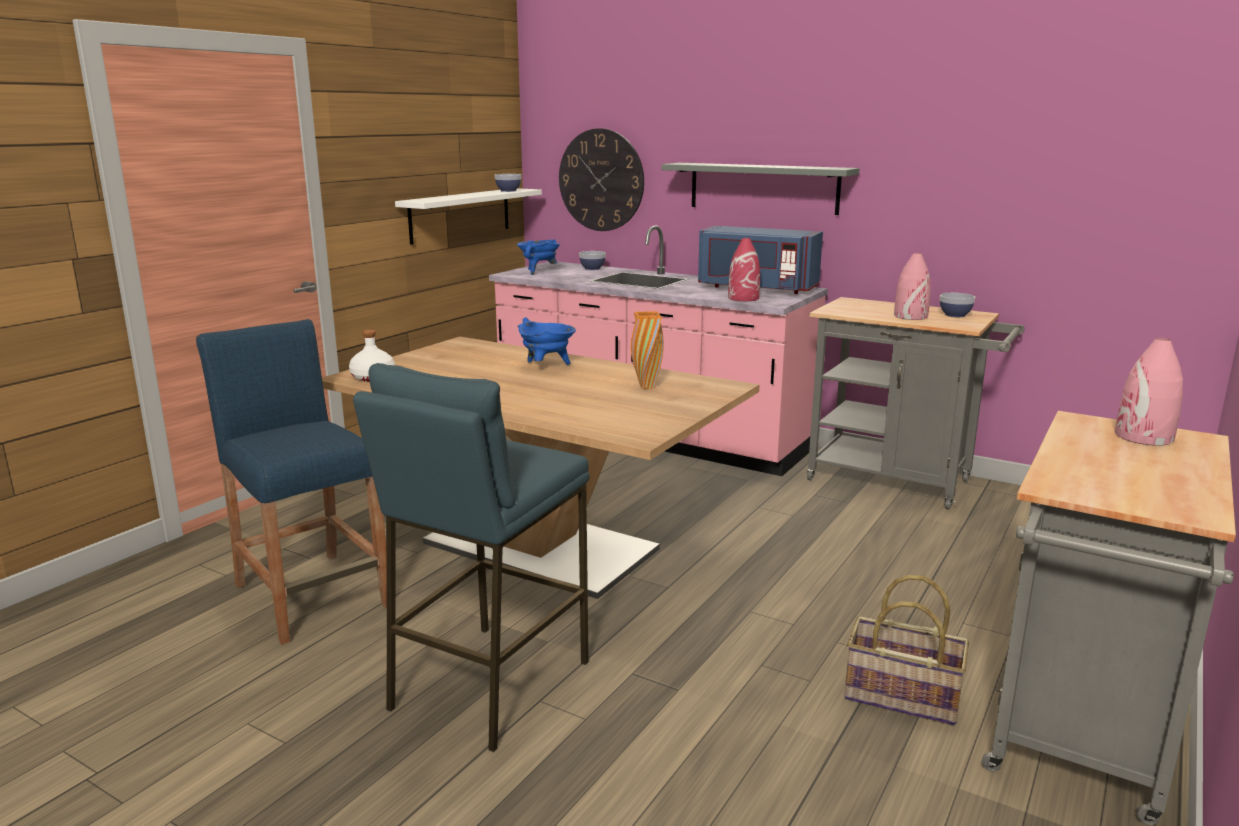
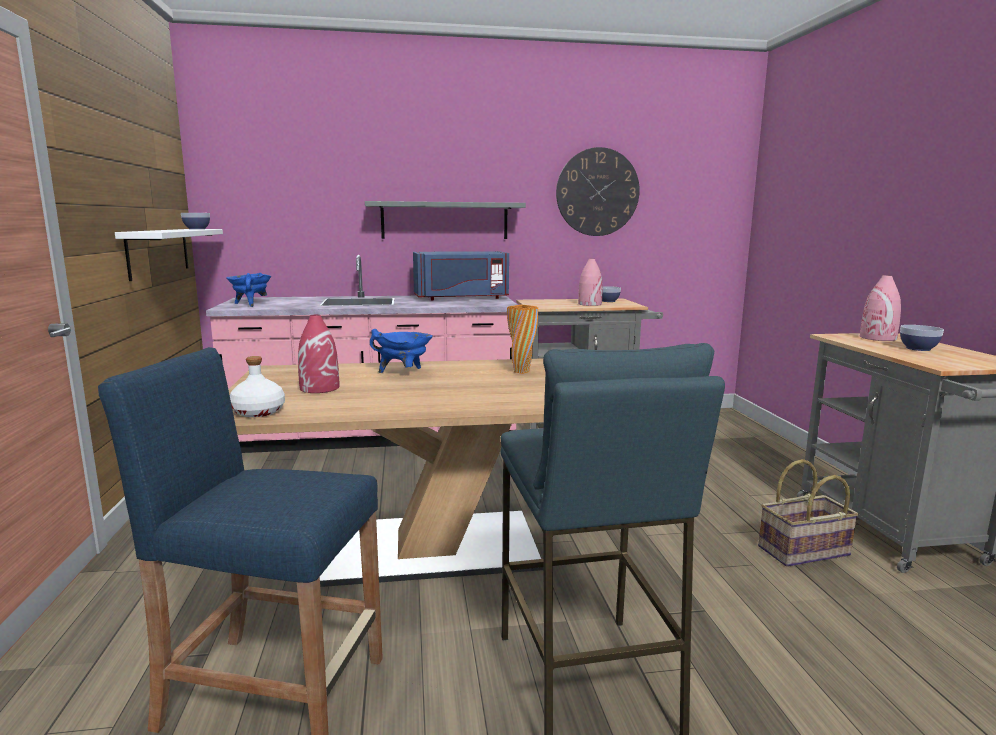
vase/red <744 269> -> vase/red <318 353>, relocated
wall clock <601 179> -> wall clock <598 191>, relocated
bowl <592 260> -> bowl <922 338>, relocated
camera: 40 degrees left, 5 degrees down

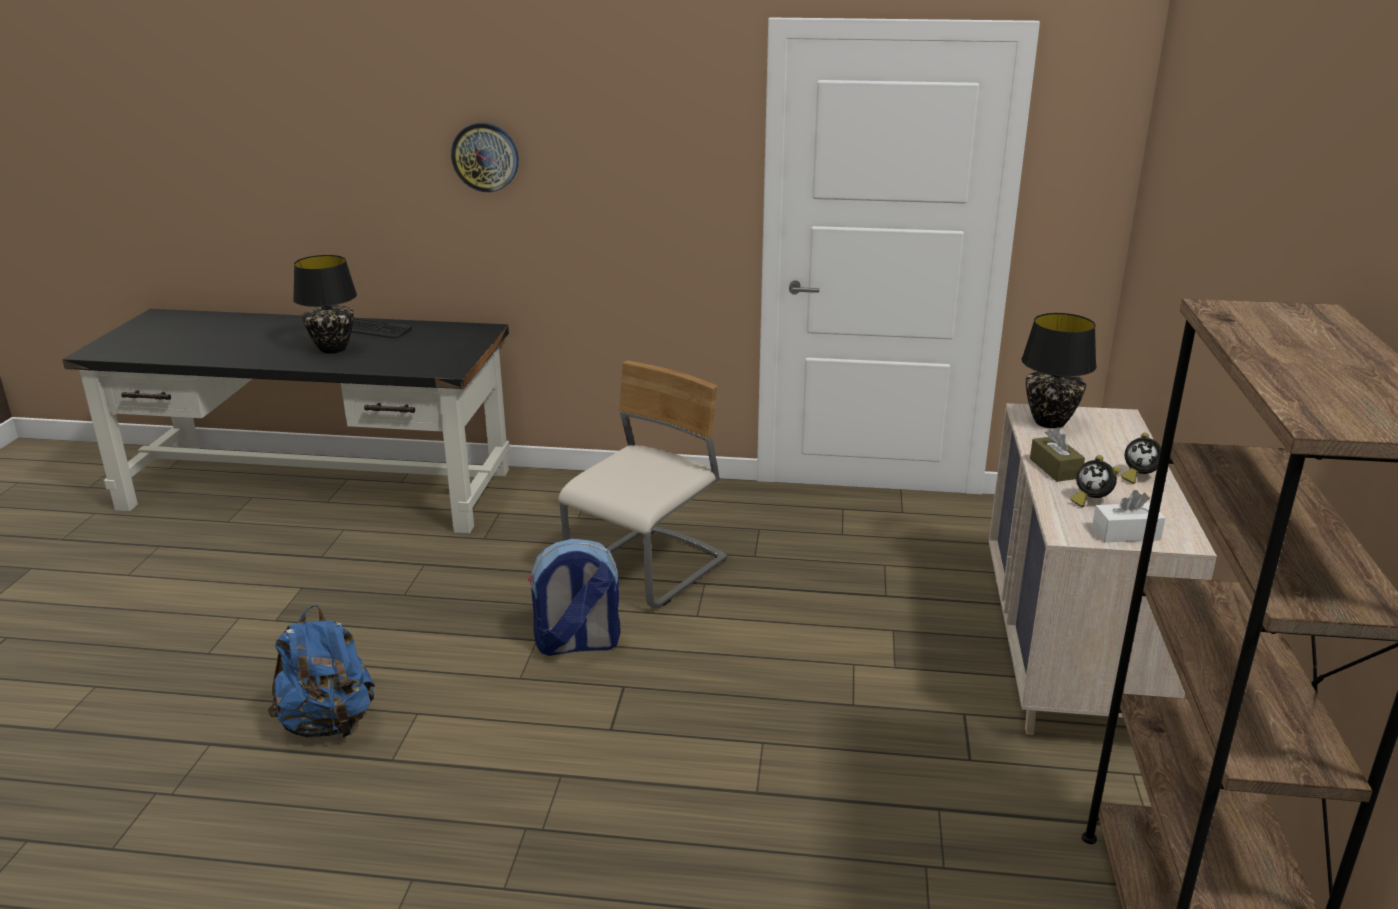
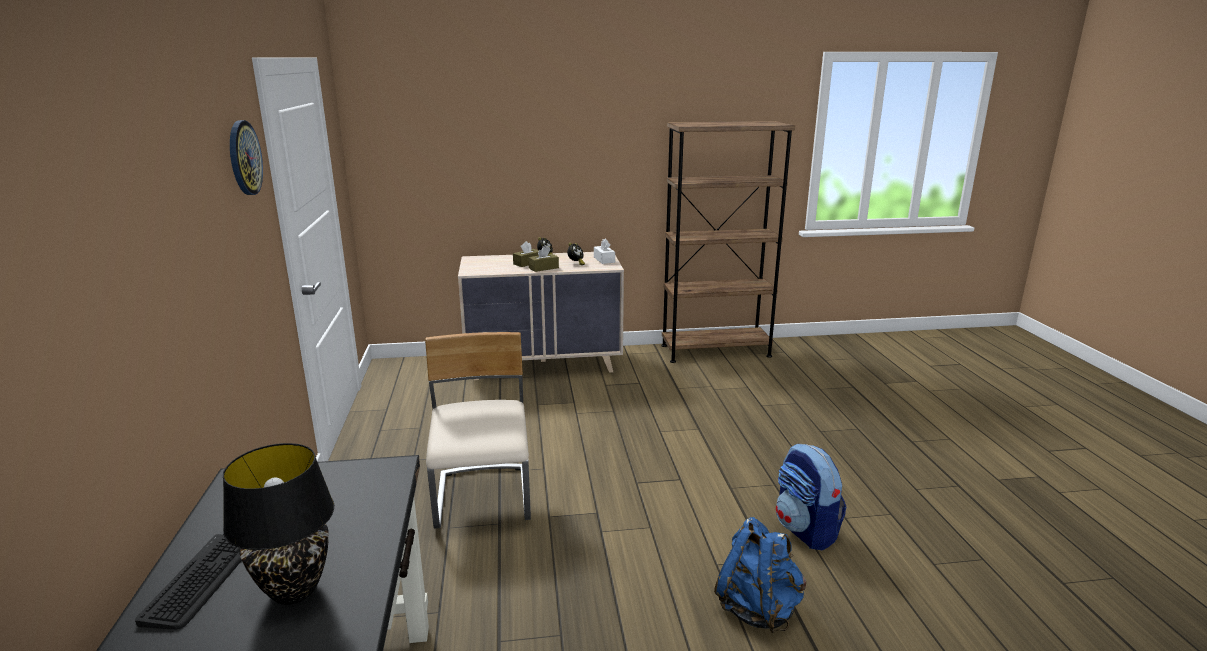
wall clock <485 157> -> wall clock <246 157>, relocated
chair/beige <643 484> -> chair/beige <478 430>, 60 degrees clockwise
none -> tissue box/brown <526 254>
backpack <574 597> -> backpack <811 497>, relocated
table lamp/black <1058 370> -> none
camera: 105 degrees left, 5 degrees down

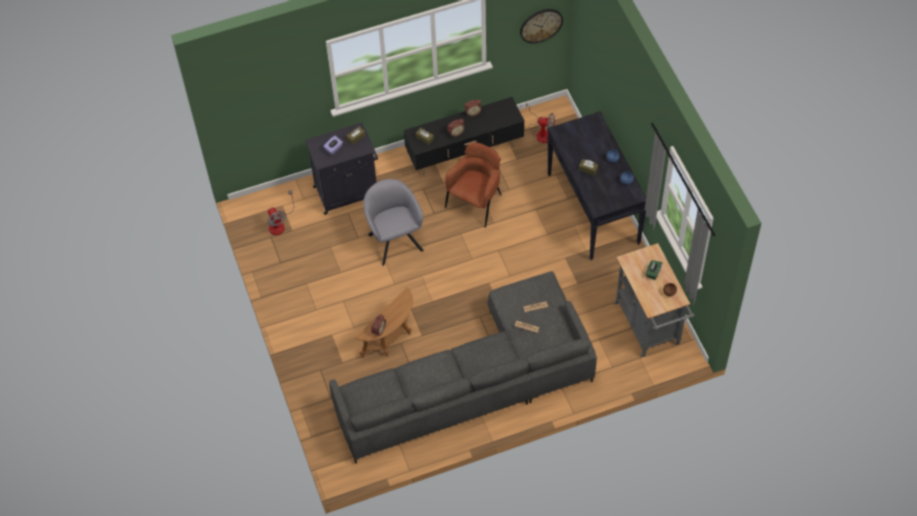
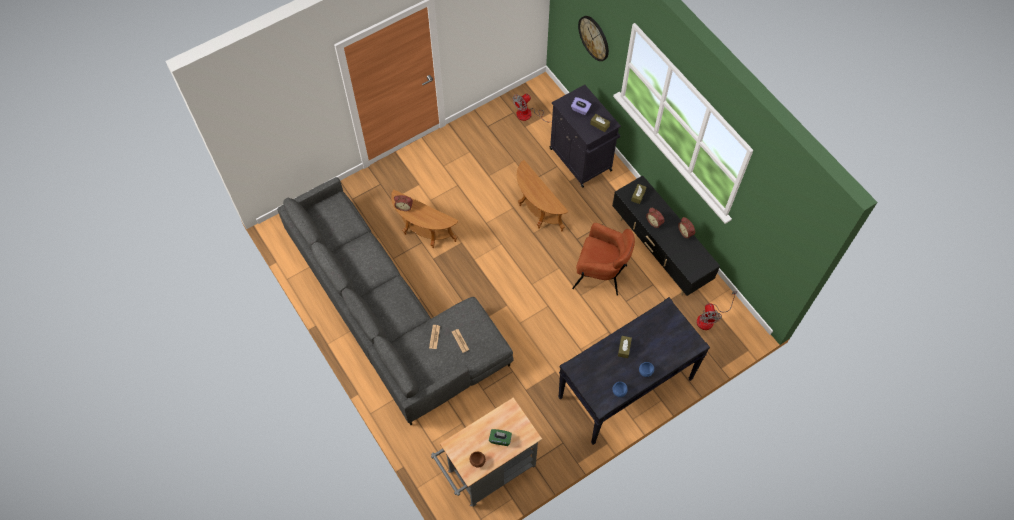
armchair/grey <393 222> -> side table/brown <543 195>
wall clock <541 26> -> wall clock <593 38>, relocated
camera: 75 degrees right, 5 degrees up

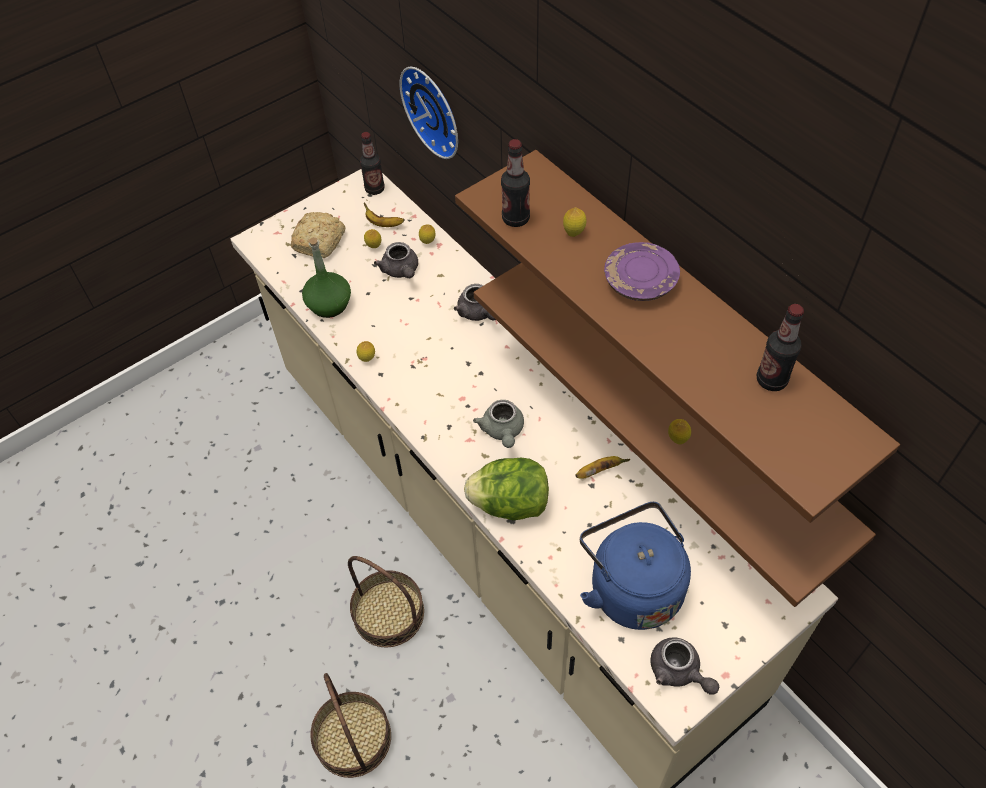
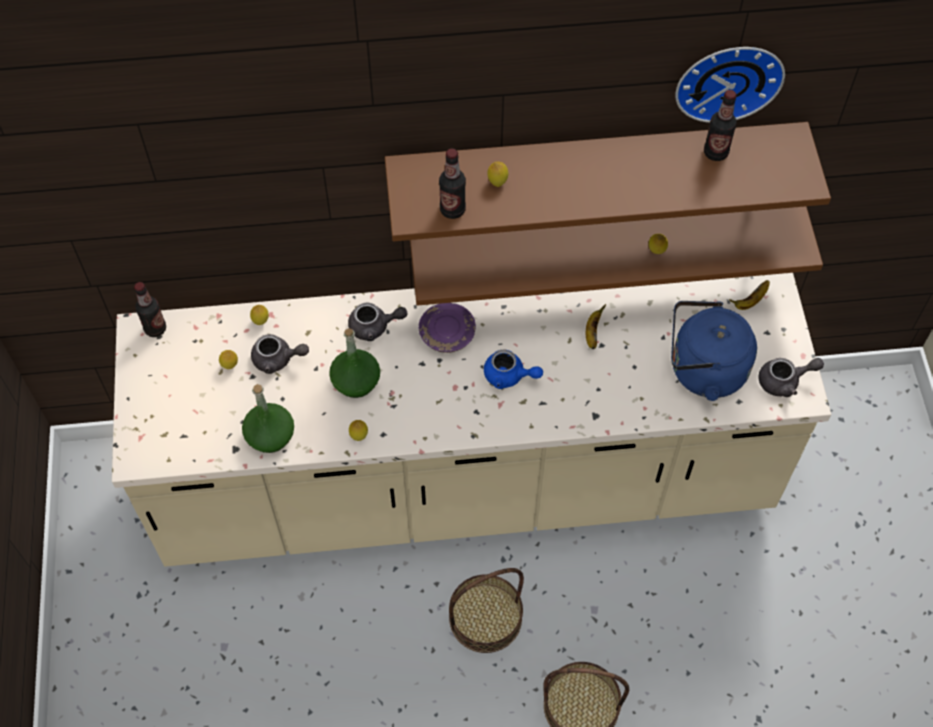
none -> bottle/green <354 363>
plate/purple <642 271> -> plate/purple <447 328>, relocated
teapot/grey <498 424> -> teapot/blue <513 369>
wall clock <428 113> -> wall clock <730 85>, relocated
banana <384 215> -> banana <749 295>, relocated
bread <318 235> -> none
lettuce <506 489> -> none
camera: 60 degrees left, 5 degrees up

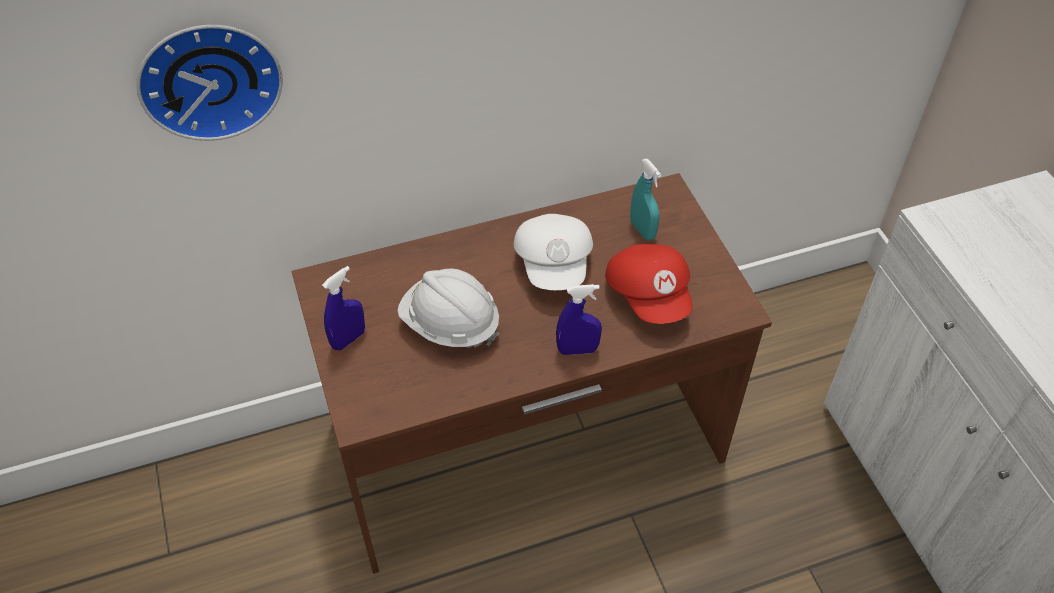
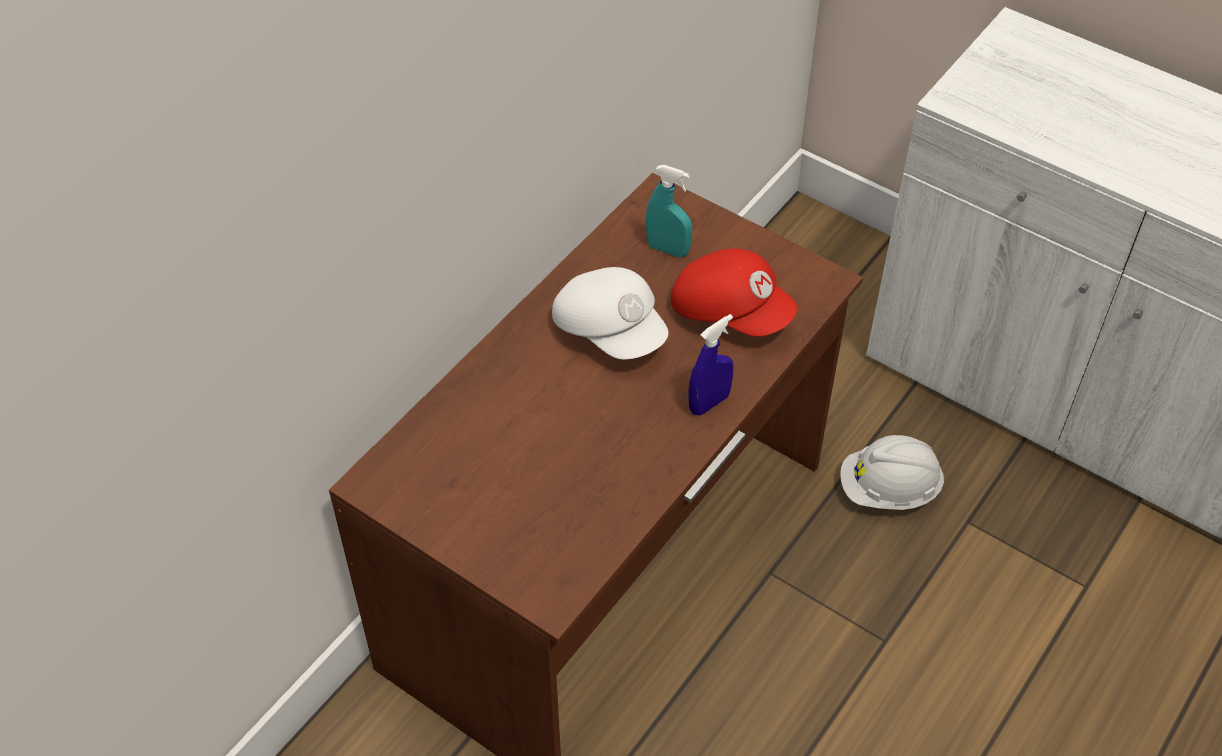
hard hat/white <448 308> -> hard hat/white <892 472>, relocated
wall clock <209 83> -> none
spray bottle/blue <343 308> -> none
camera: 35 degrees left, 0 degrees up

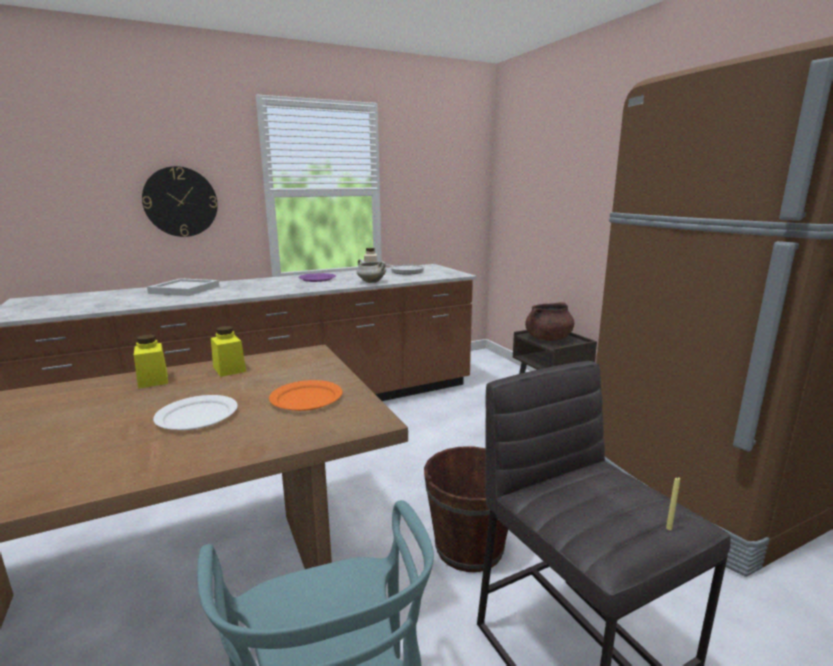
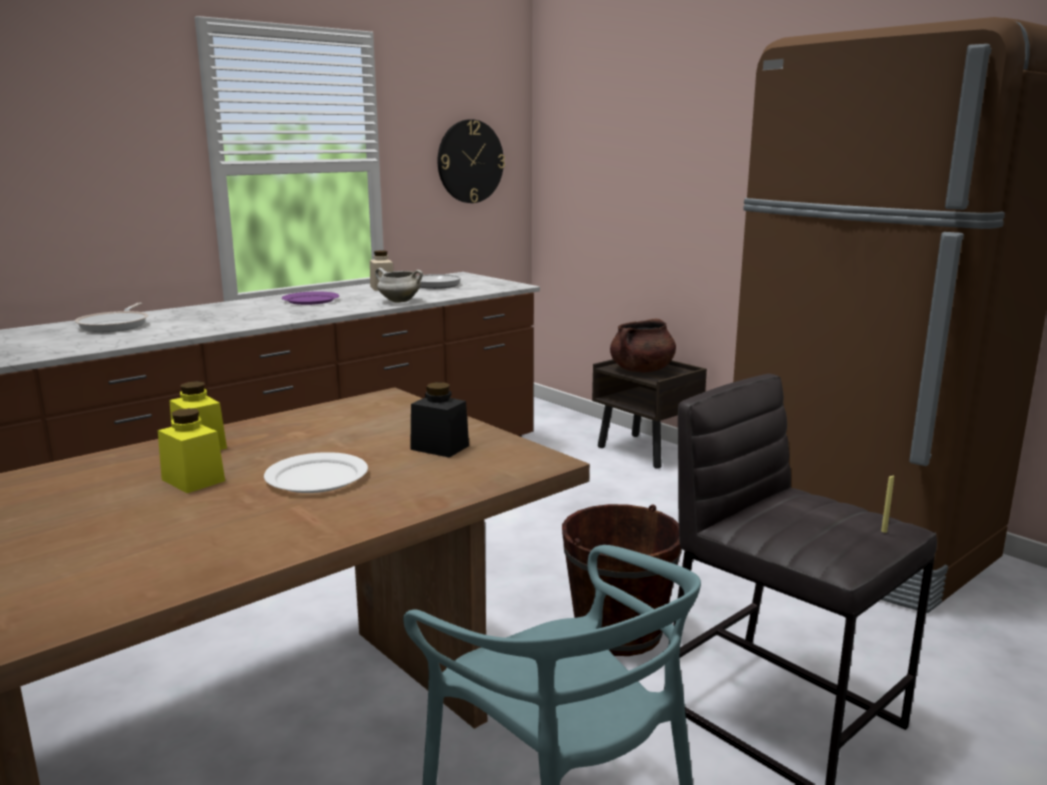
tray/white <183 287> -> frying pan <111 317>
jar/yellow <228 351> -> jar/yellow <191 450>, relocated
plate/orange <305 395> -> jar/black <439 420>
wall clock <180 201> -> wall clock <471 161>, relocated
camera: 15 degrees left, 0 degrees up

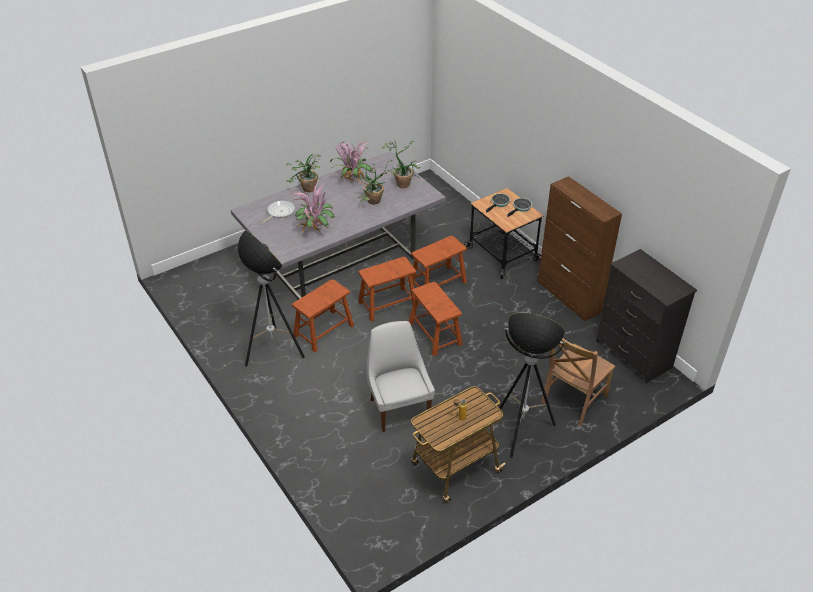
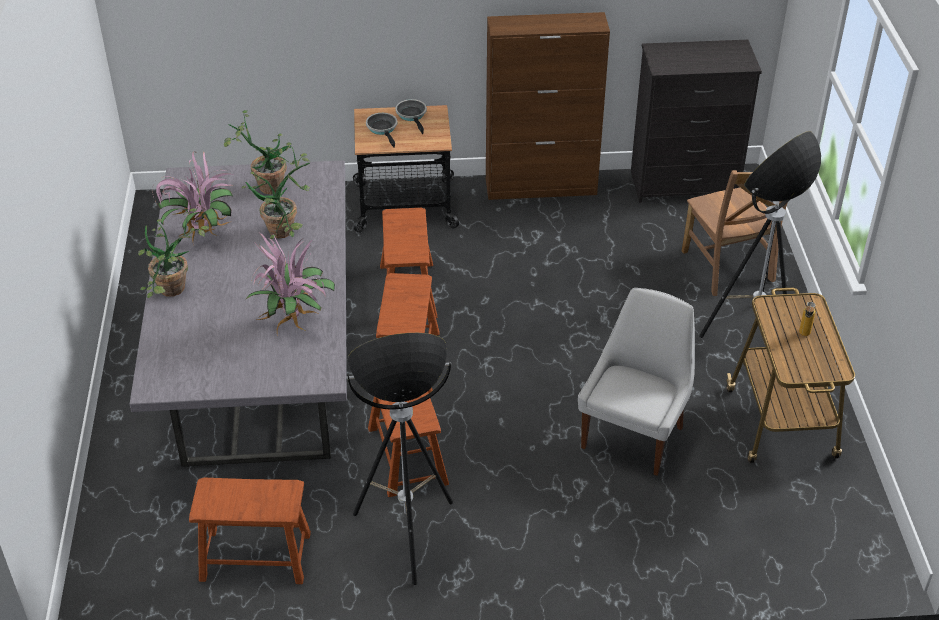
stool/brown <436 319> -> stool/brown <250 531>, relocated
chair/white <400 376> -> chair/white <636 382>, 105 degrees clockwise
frying pan <278 212> -> none
camera: 60 degrees left, 0 degrees up

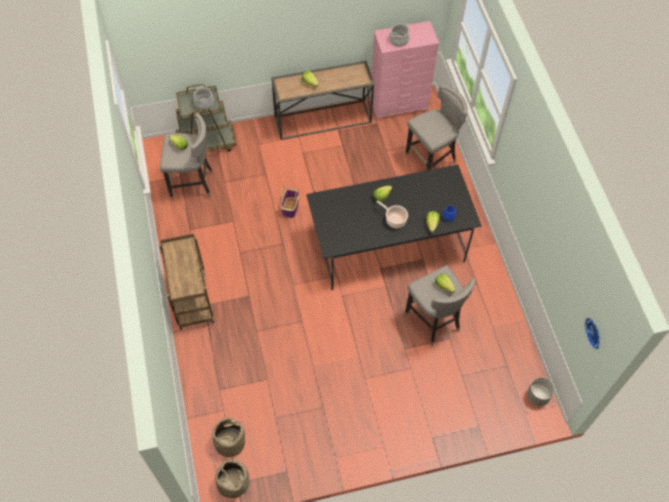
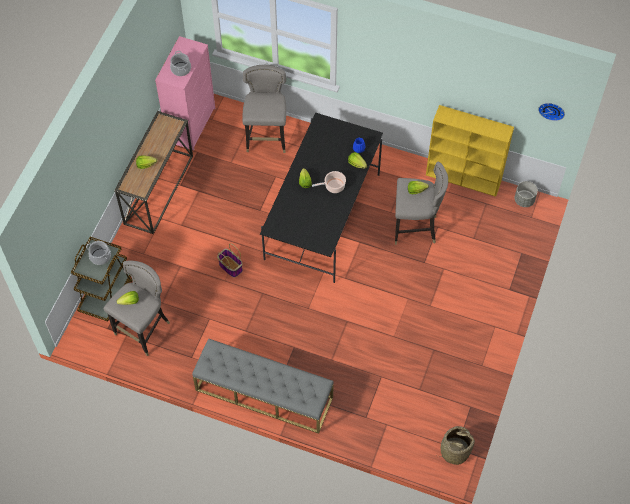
cart/brown <186 282> -> bench/grey <263 386>
none -> bookcase/yellow <470 151>
basket <228 437> -> none
camera: 55 degrees left, 0 degrees up

